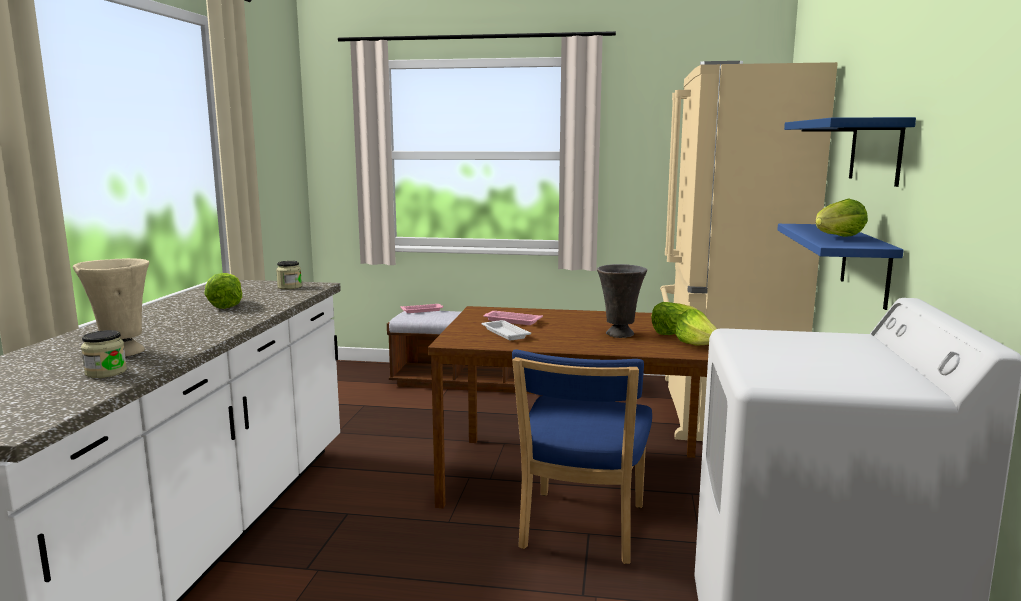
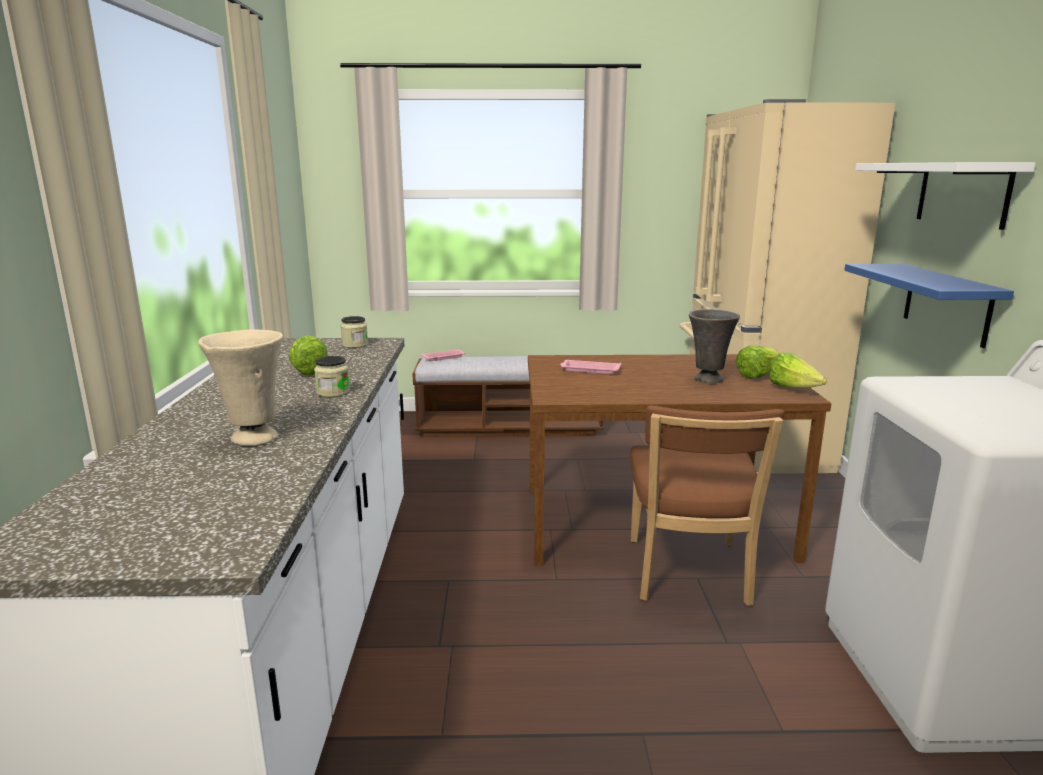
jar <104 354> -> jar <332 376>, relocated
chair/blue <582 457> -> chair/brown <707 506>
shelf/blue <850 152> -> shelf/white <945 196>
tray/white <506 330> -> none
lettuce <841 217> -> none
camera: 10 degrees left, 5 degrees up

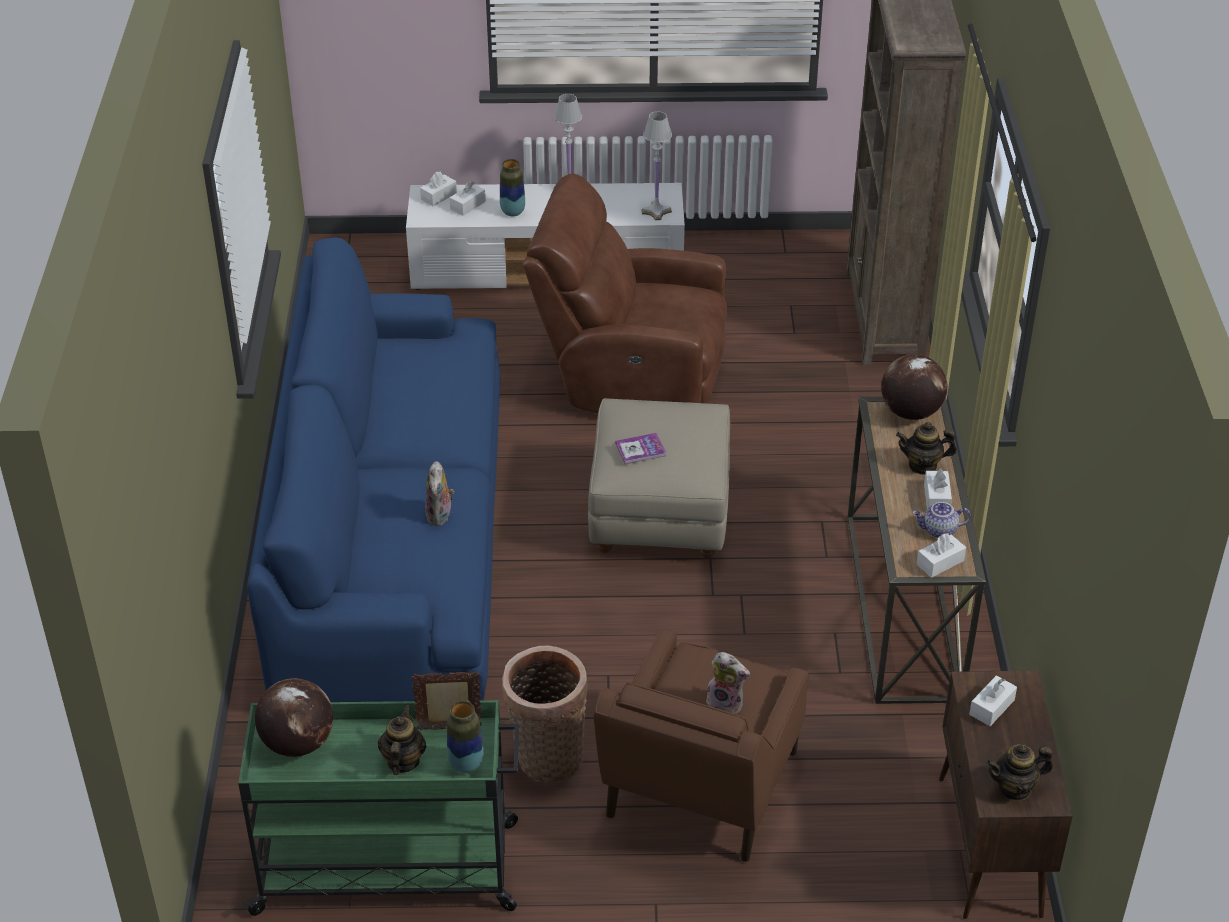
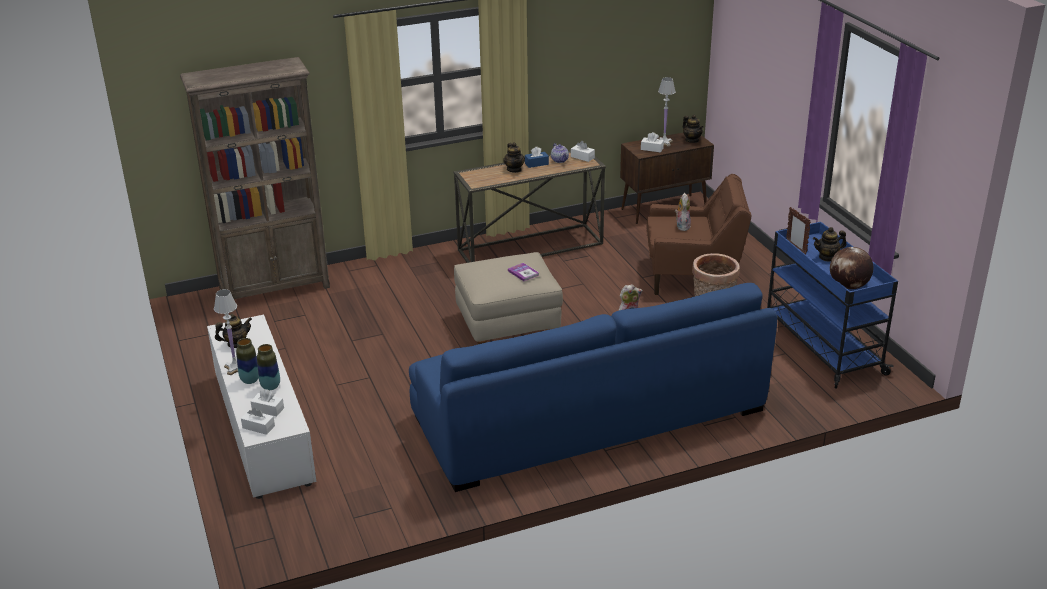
none -> teapot <233 331>
vase <465 737> -> vase <247 361>, relocated
tissue box/white <938 488> -> tissue box/blue <537 157>
table lamp/white <656 166> -> table lamp/white <667 112>, relocated
cart/green <378 808> -> cart/blue <832 305>
armchair/brown <625 293> -> none
globe <914 387> -> none
camera: 110 degrees left, 10 degrees down

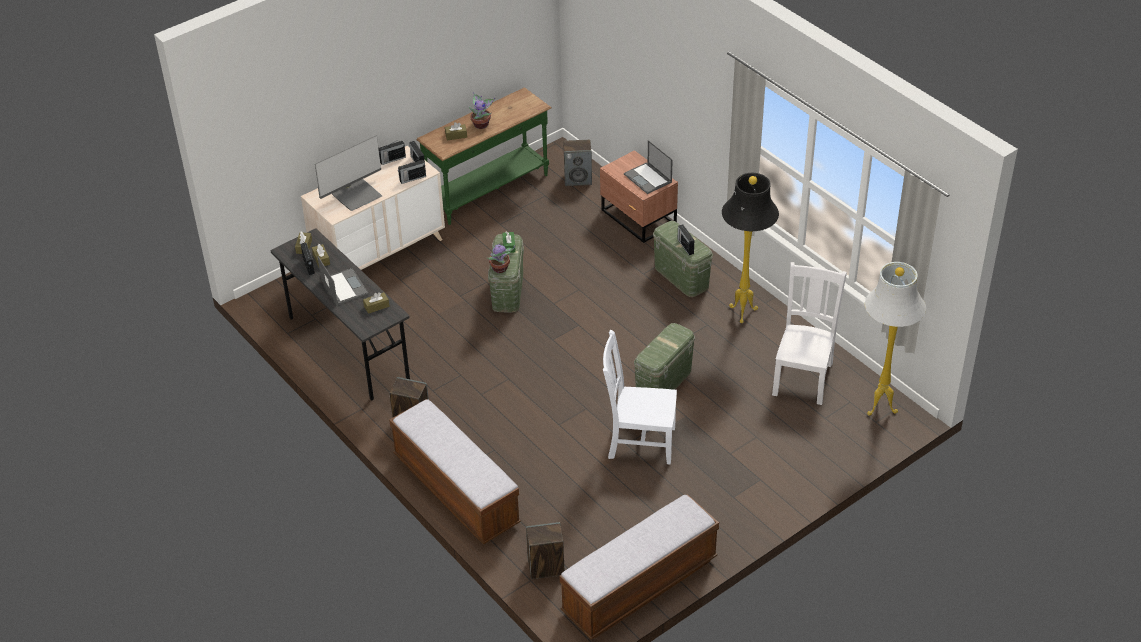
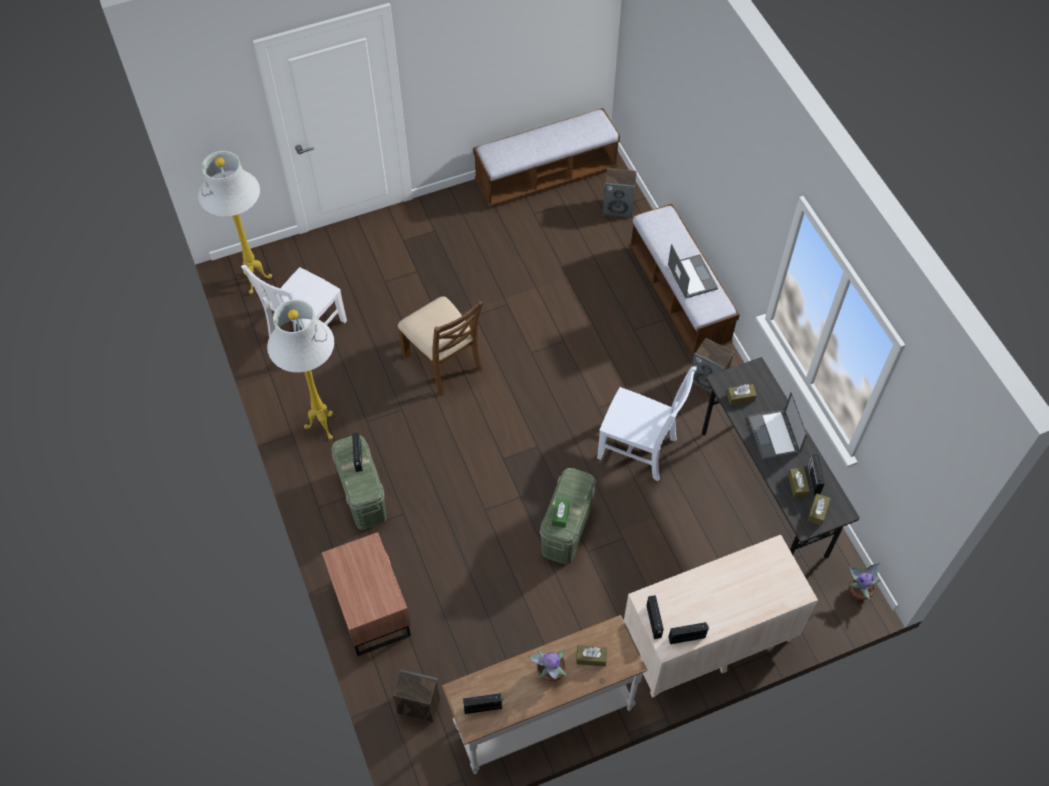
floor lamp/black <750 248> -> floor lamp/white <300 369>
storage box/green <664 356> -> chair/brown <440 346>
console table/green <484 156> -> console table/white <545 694>
radio <412 171> -> radio <483 703>, relocated
chair/white <640 397> -> chair/white <647 423>, relocated
laptop <648 167> -> laptop <693 271>, relocated
potted plant <501 258> -> potted plant <865 581>, relocated
monitor <348 173> -> none
camera: 165 degrees left, 15 degrees up

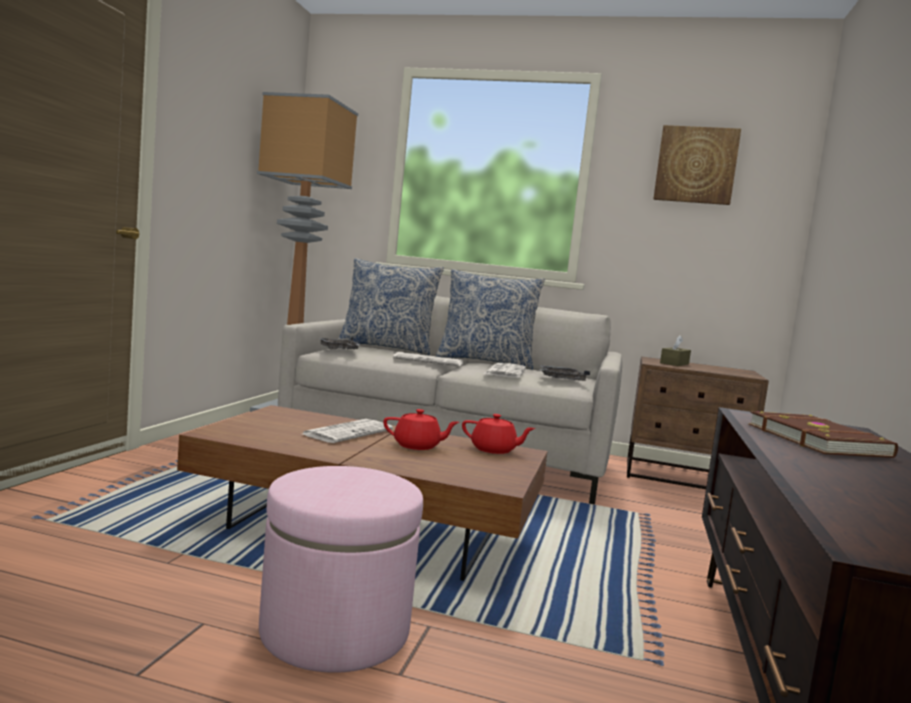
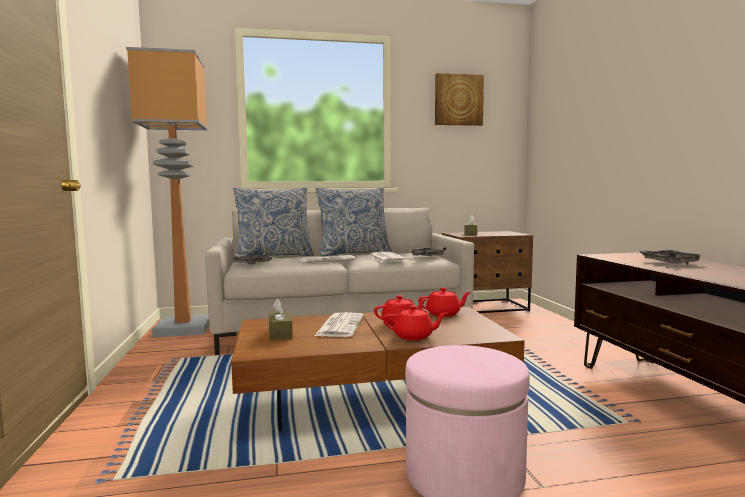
none -> tissue box/brown <281 319>
none -> teapot/red <415 322>
book/brown <823 434> -> tray/grey <668 256>
camera: 25 degrees left, 0 degrees up

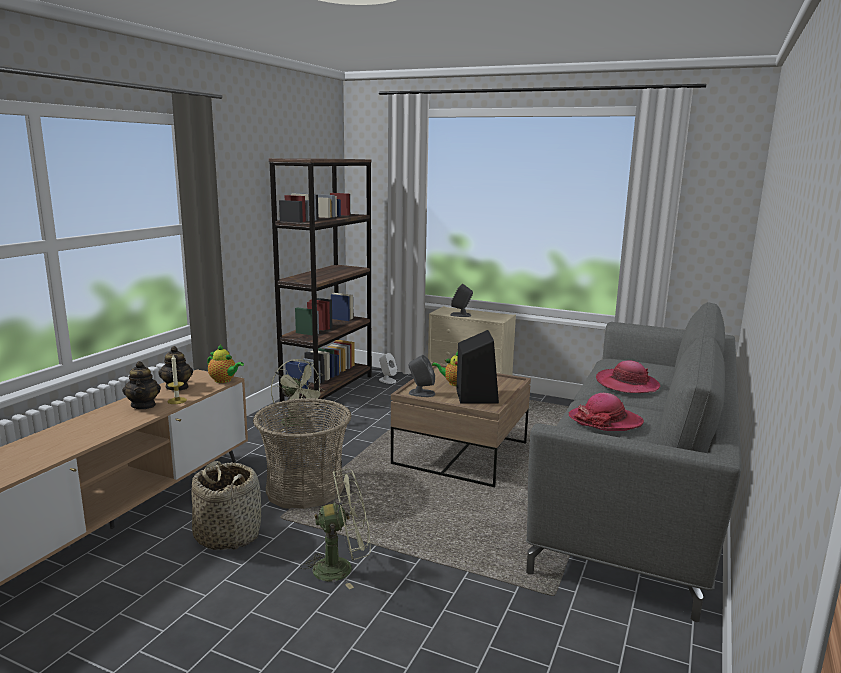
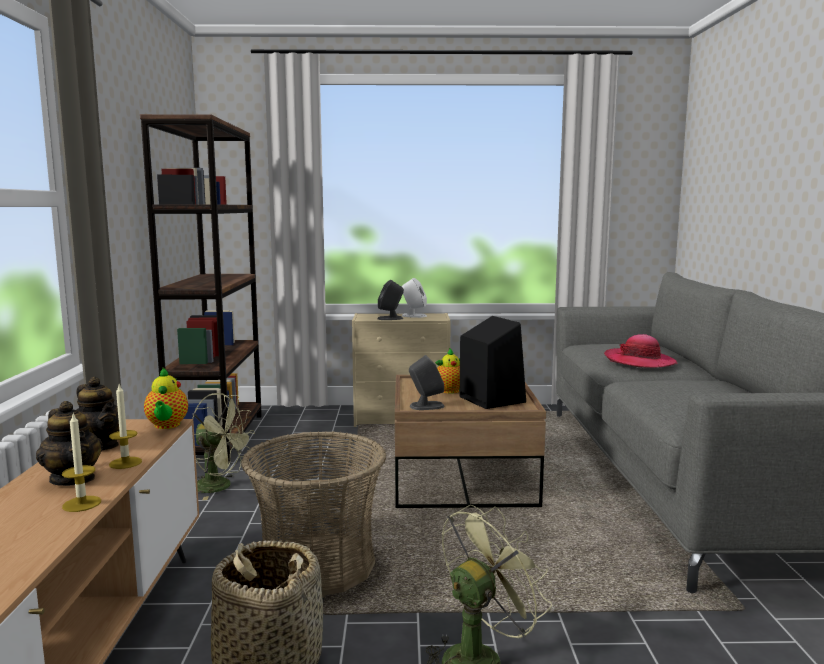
none -> candle <81 463>
teapot <225 363> -> teapot <166 398>, 75 degrees clockwise
speaker/white <388 368> -> speaker/white <414 298>, relocated
hat <606 412> -> none
camera: 25 degrees left, 5 degrees down

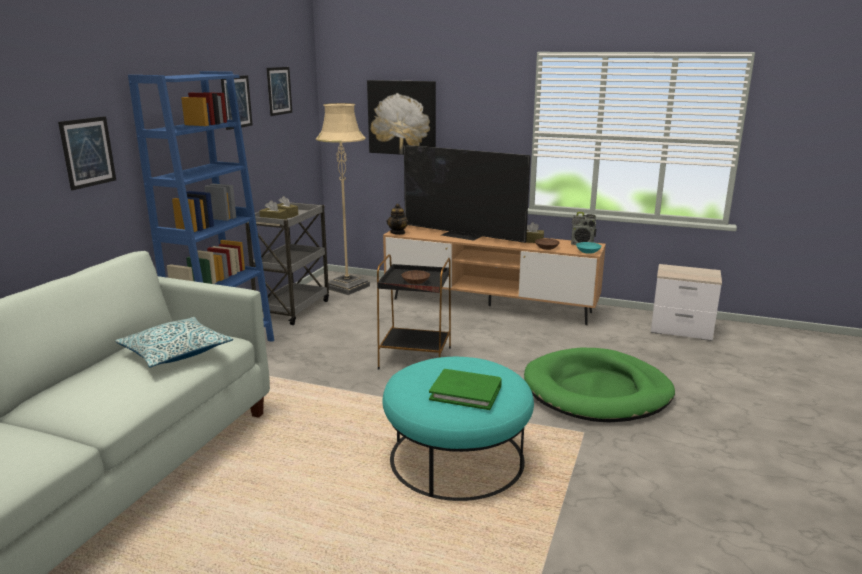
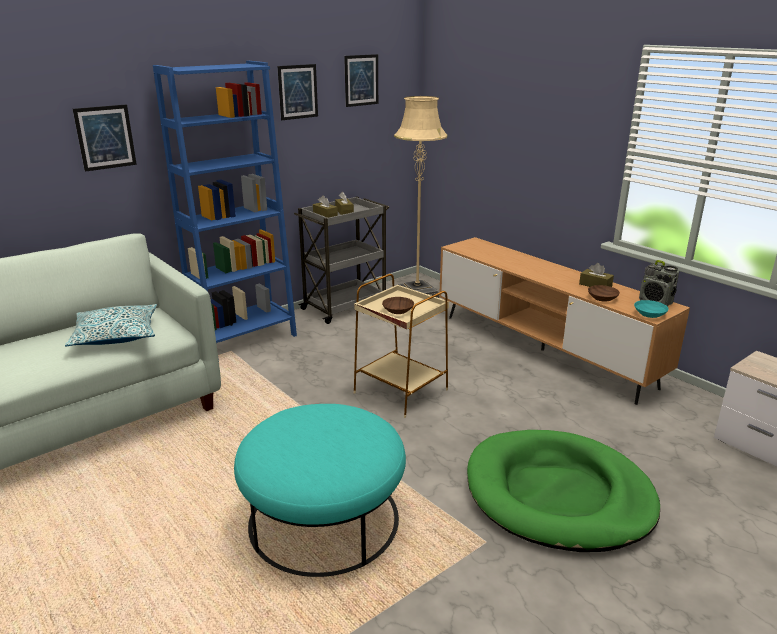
side table/black <414 312> -> side table/beige <401 346>
picture <401 117> -> none
teapot <398 219> -> none
television <467 194> -> none
book/green <465 389> -> none
camera: 30 degrees right, 5 degrees up

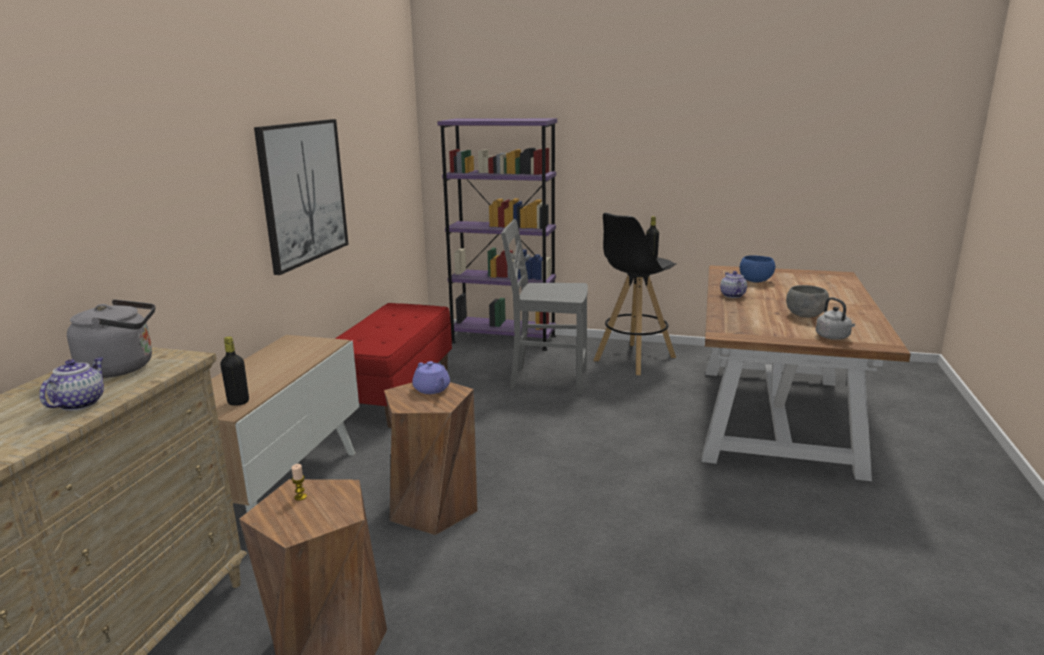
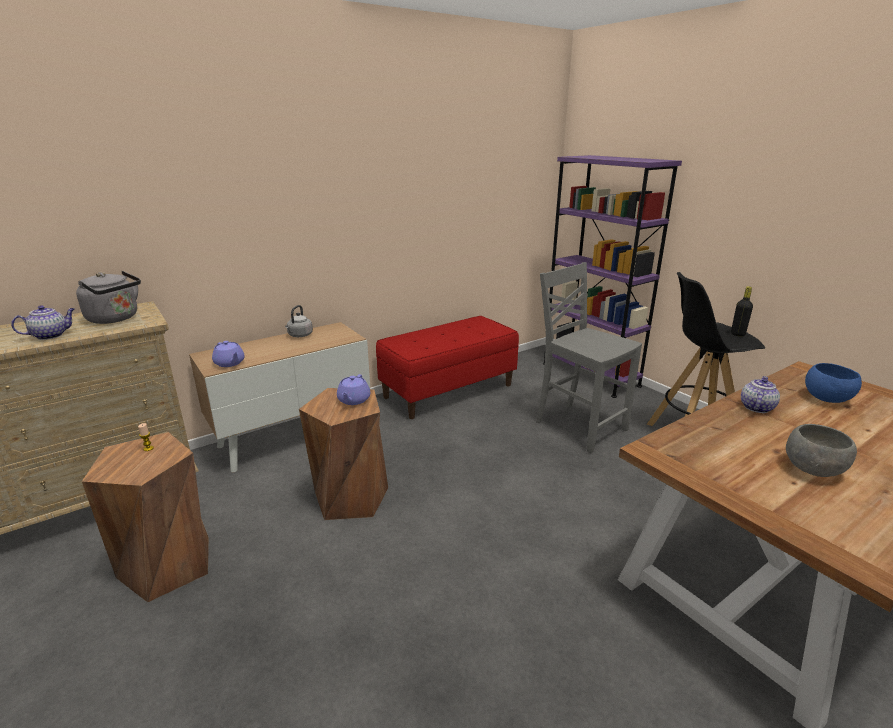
bottle/black <234 371> -> teapot/purple <228 354>
kettle/grey <835 318> -> kettle/grey <299 321>, relocated
picture <301 197> -> none
camera: 40 degrees right, 5 degrees up

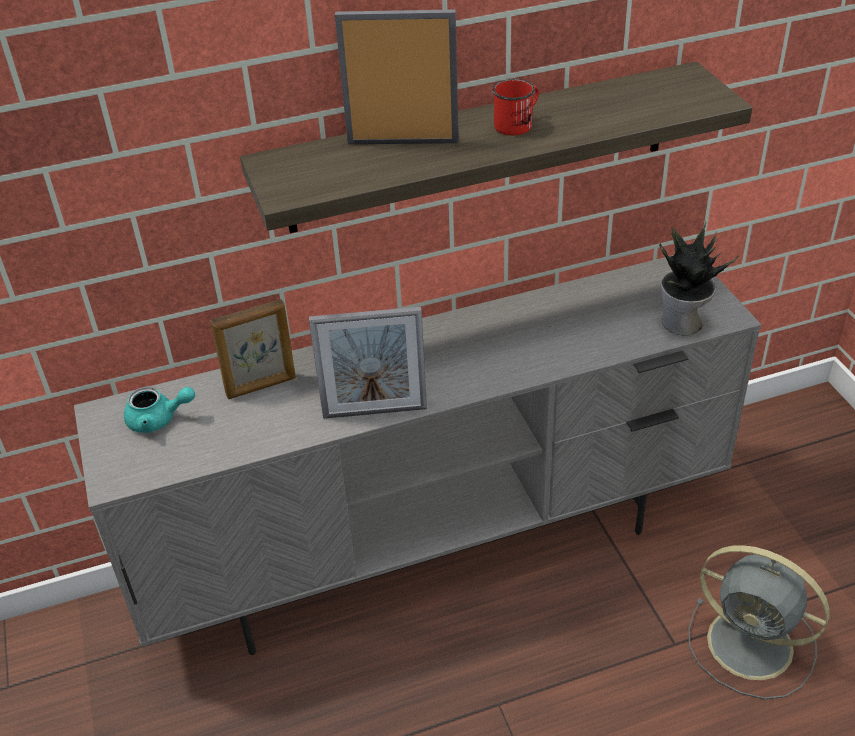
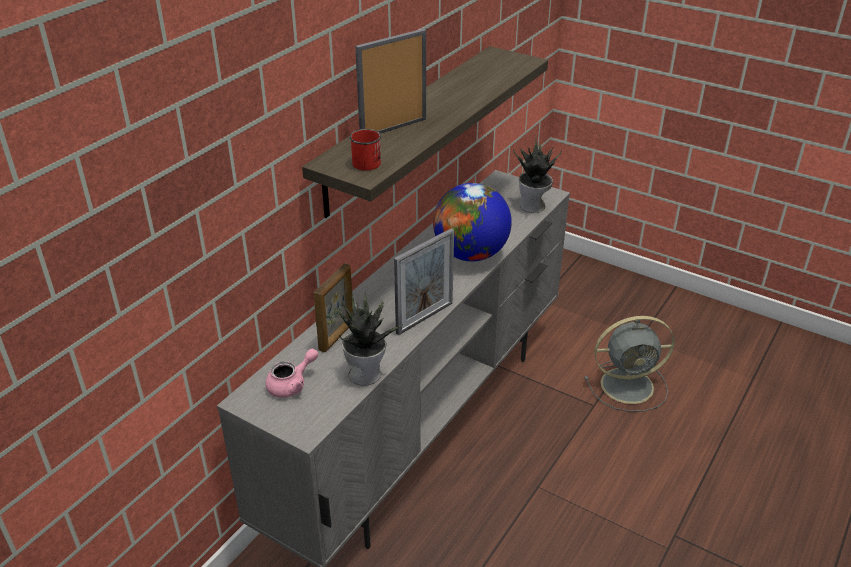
teapot/turquoise <159 410> -> teapot/pink <291 373>
none -> potted plant <369 339>
mug/red <515 107> -> mug/red <365 150>, relocated
none -> globe <472 222>
camera: 40 degrees left, 5 degrees down

